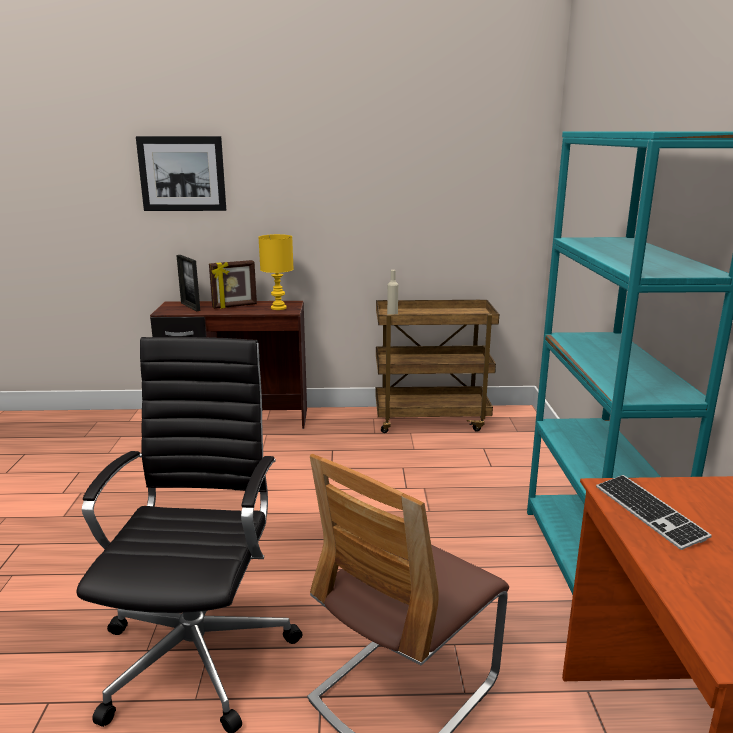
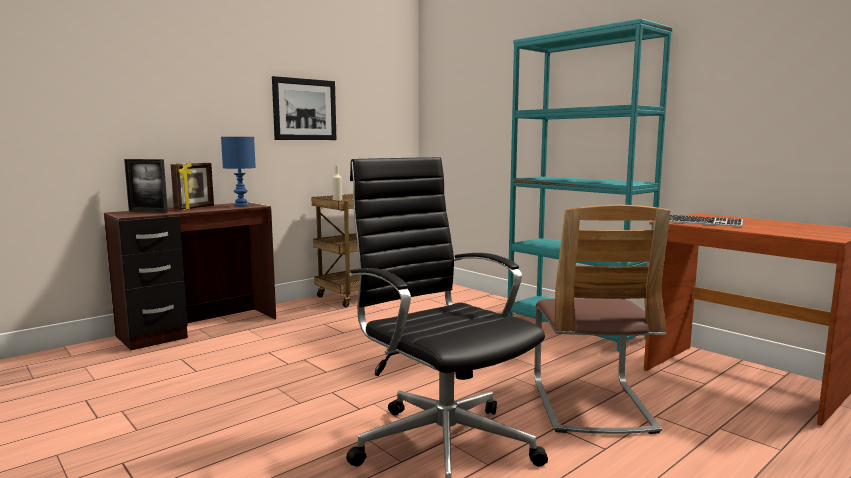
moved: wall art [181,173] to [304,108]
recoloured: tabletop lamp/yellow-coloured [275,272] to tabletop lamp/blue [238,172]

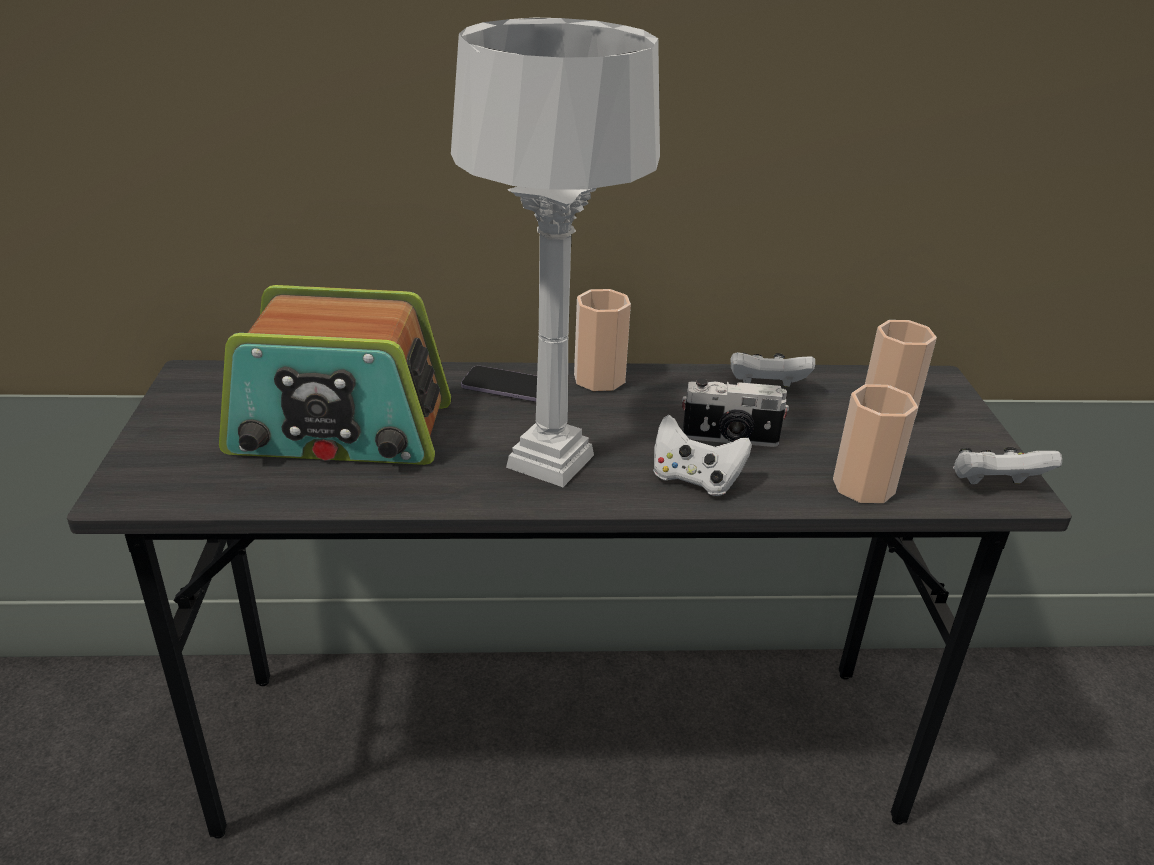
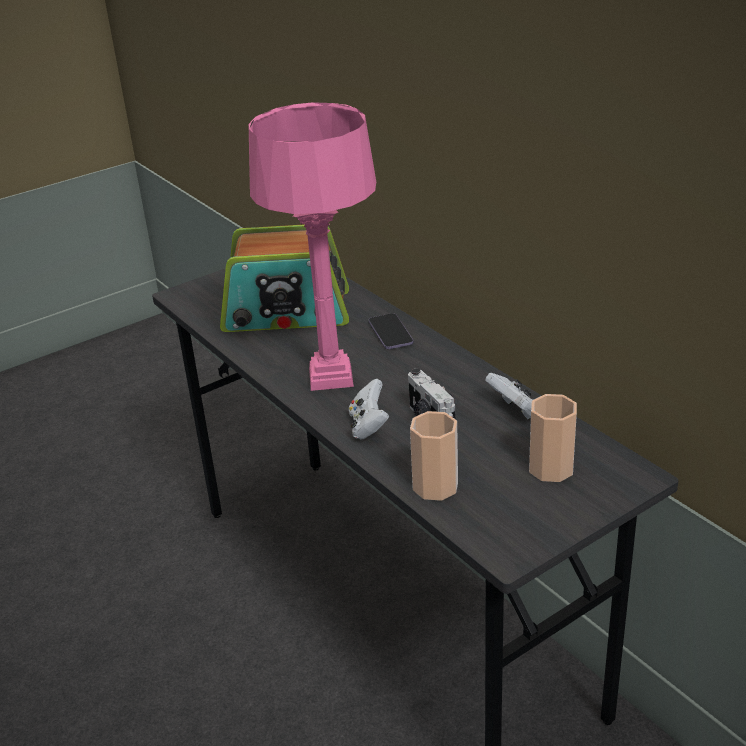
removed: drinking cup [602,340]; game controller/white-coloured [1007,466]
recoloured: tabletop lamp/gray [555,252] to tabletop lamp/pink-coloured [312,246]
turned: radio [335,375] = [284,278] 60 degrees counterclockwise

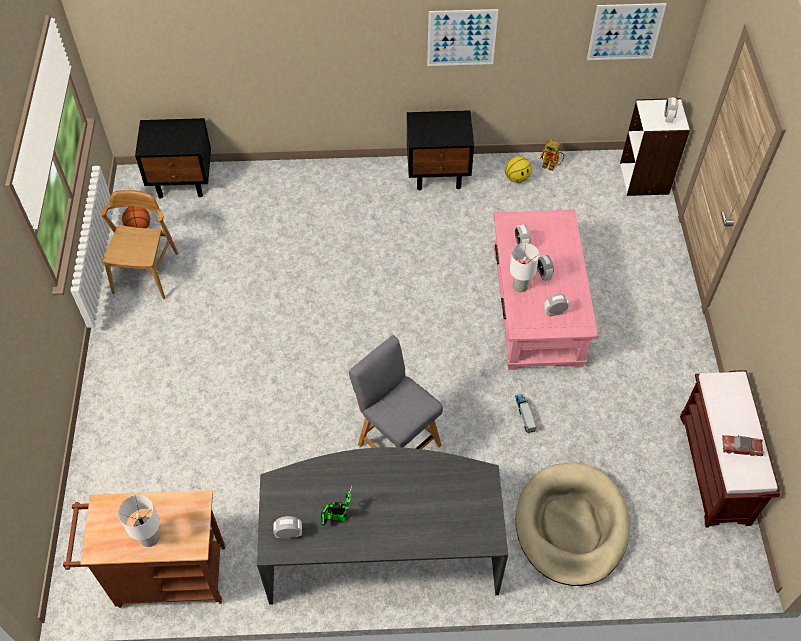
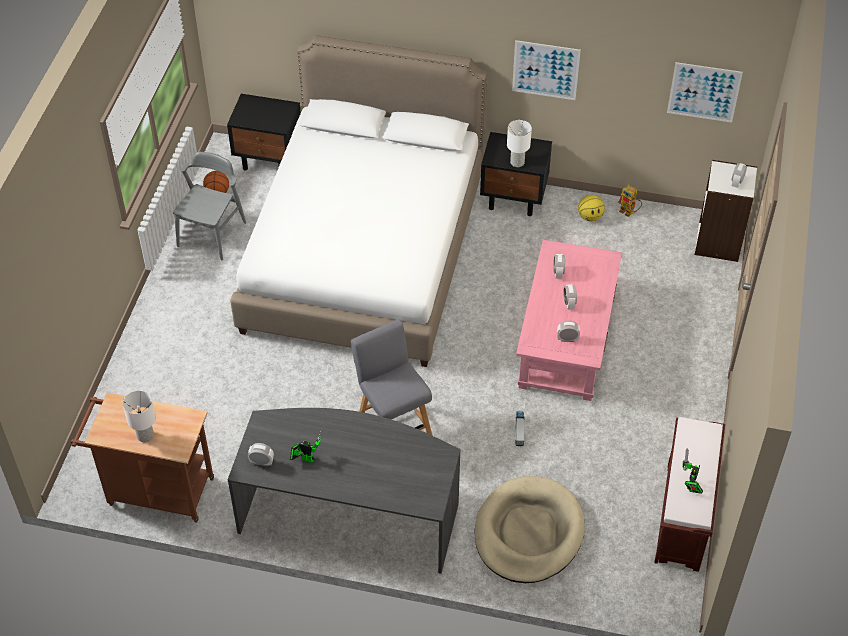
added: bed/white-coloured [358,201]
moved: tabletop lamp/white-coloured [524,267] to [519,143]
replaced: miniature car [743,445] to robot figure [692,471]
recoloured: chair/brown [139,244] to chair/gray [209,206]

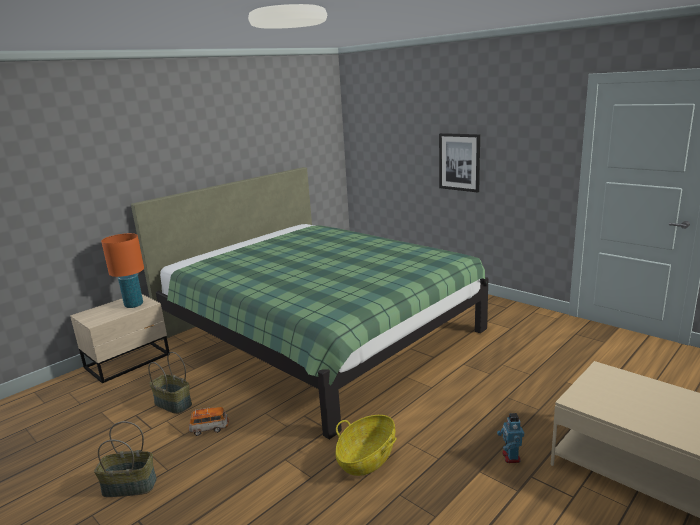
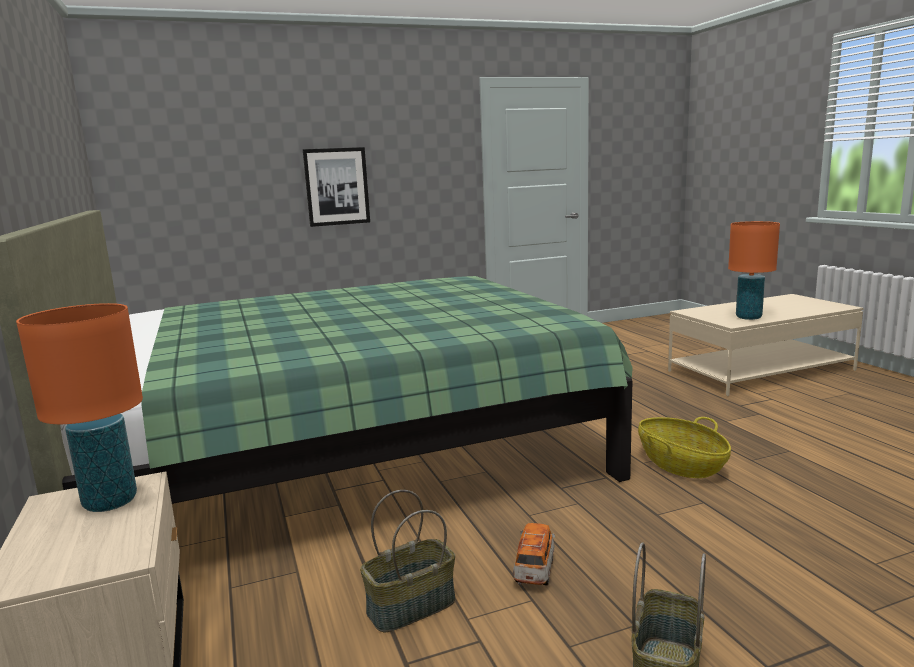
removed: robot figure [510,438]
added: tabletop lamp/orange-coloured [754,270]

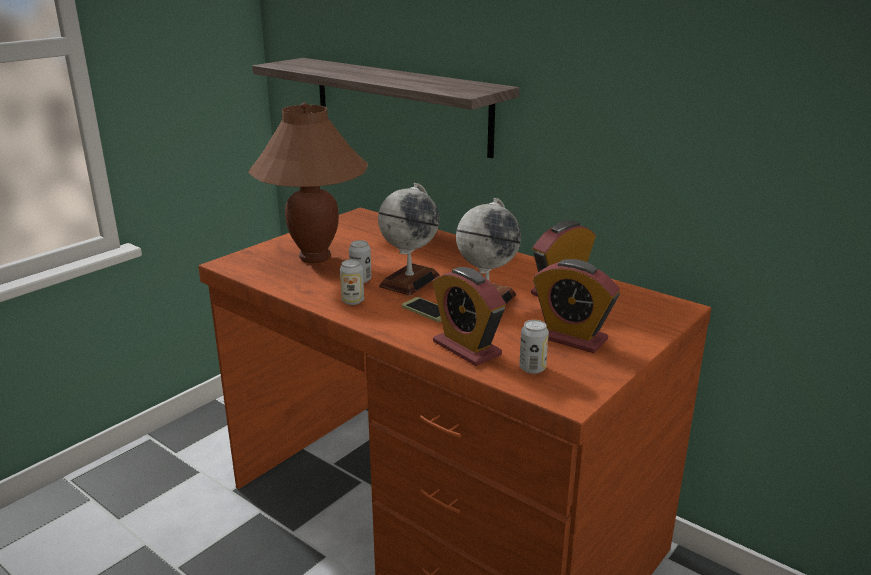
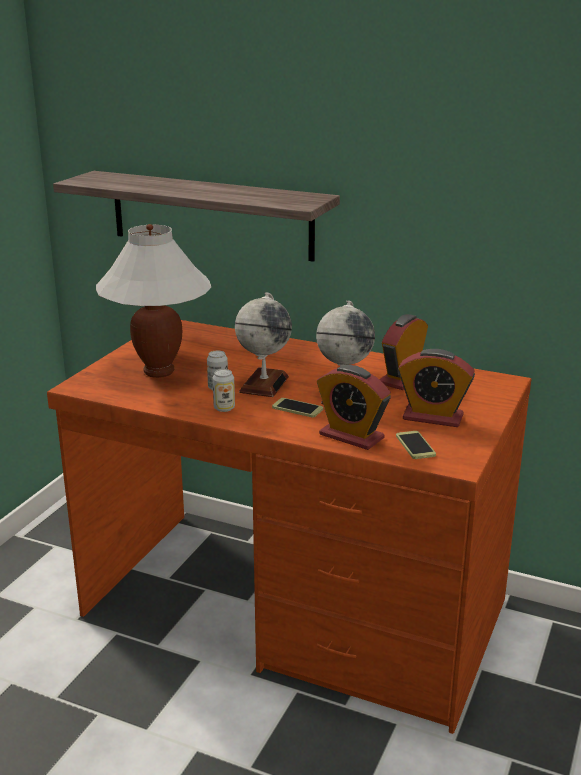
replaced: metal can [534,347] to telephone [416,445]
recoloured: tabletop lamp/brown [308,183] to tabletop lamp/white-coloured [153,301]

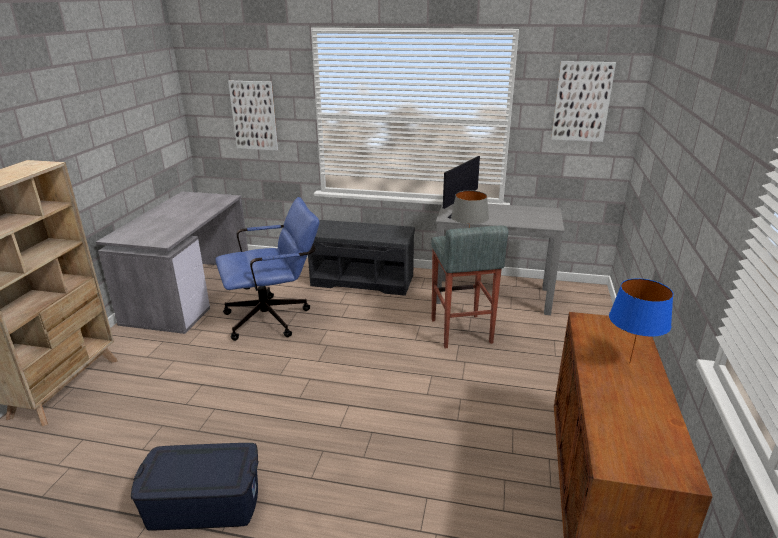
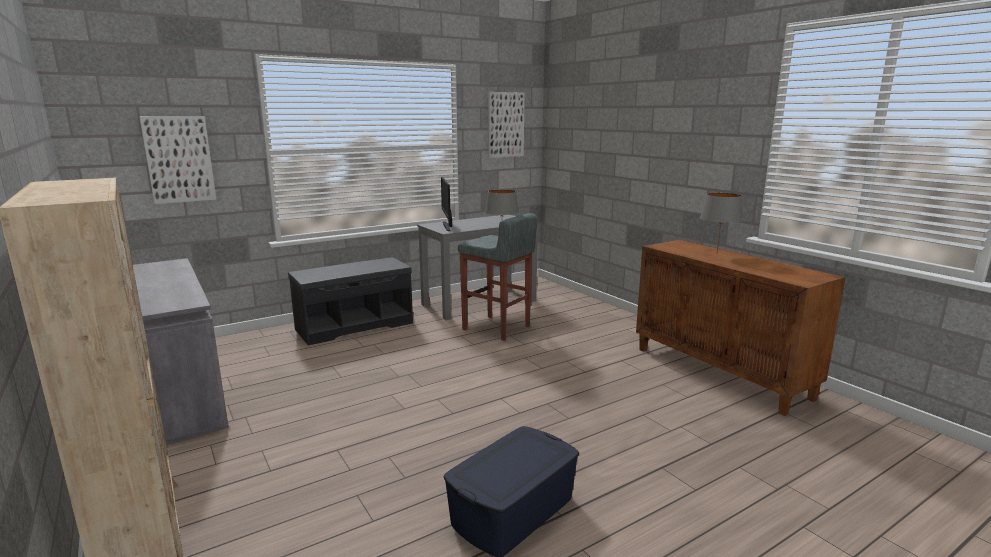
removed: computer chair/blue [267,269]
recoloured: tabletop lamp/blue [641,321] to tabletop lamp/gray [721,223]

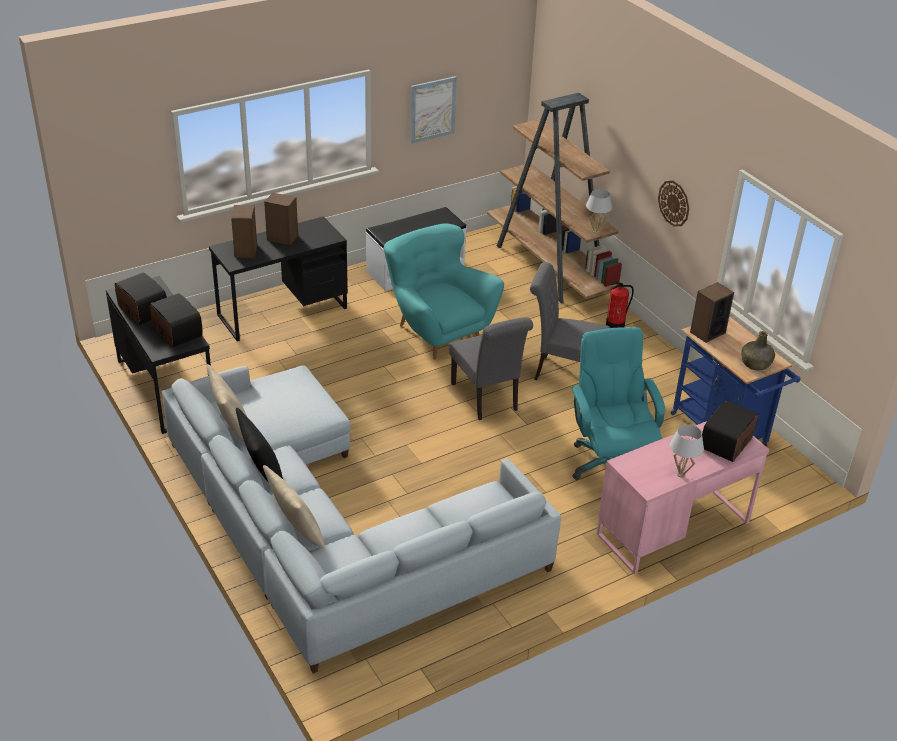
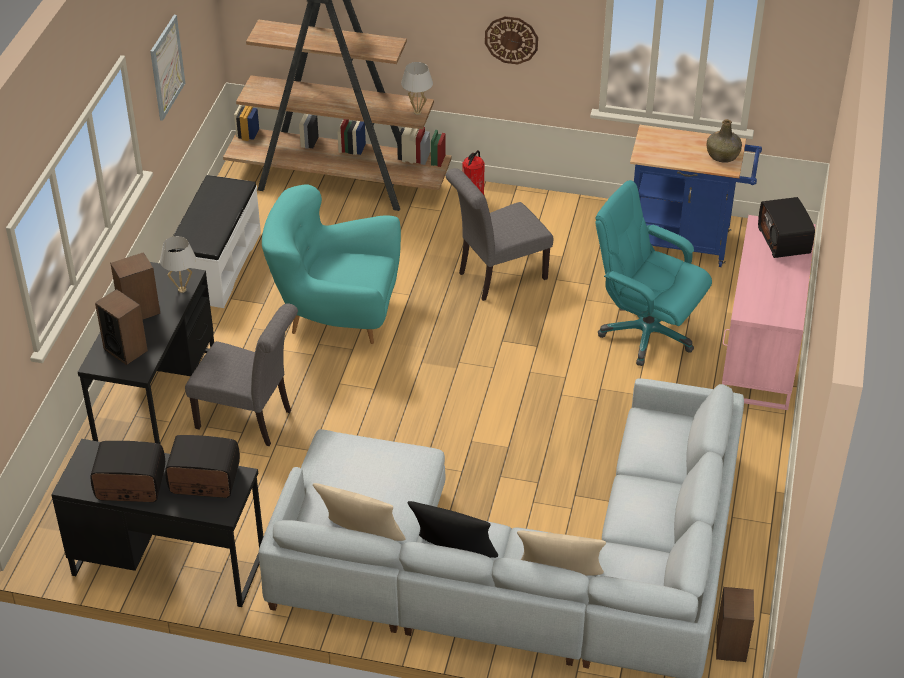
moved: speaker [712,312] to [735,624]; chair/gray [491,368] to [241,374]; tabletop lamp/white-coloured [687,450] to [178,264]

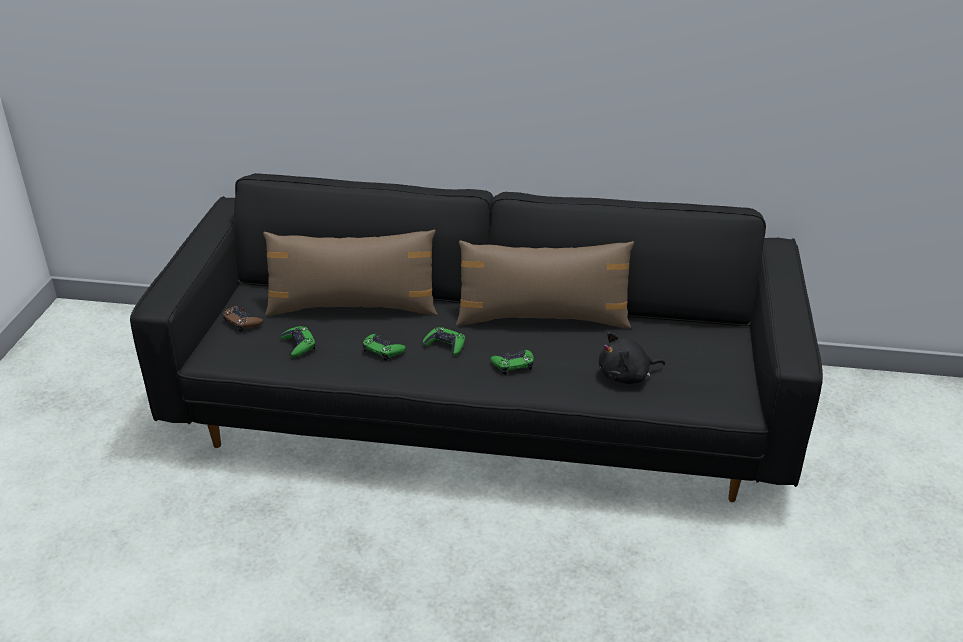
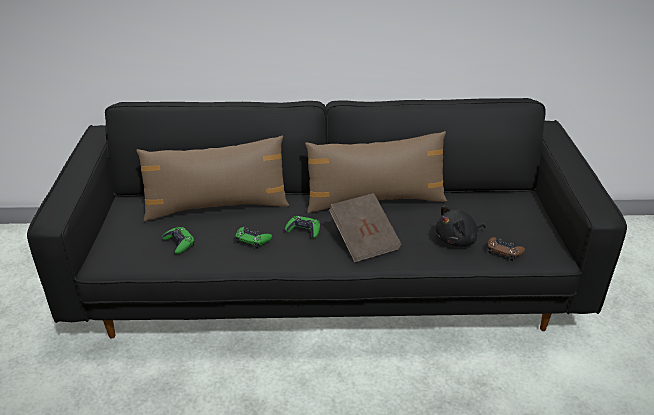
moved: game controller/brown [242,319] to [506,249]
replaced: game controller/greenish [512,362] to bound book/brown [365,228]

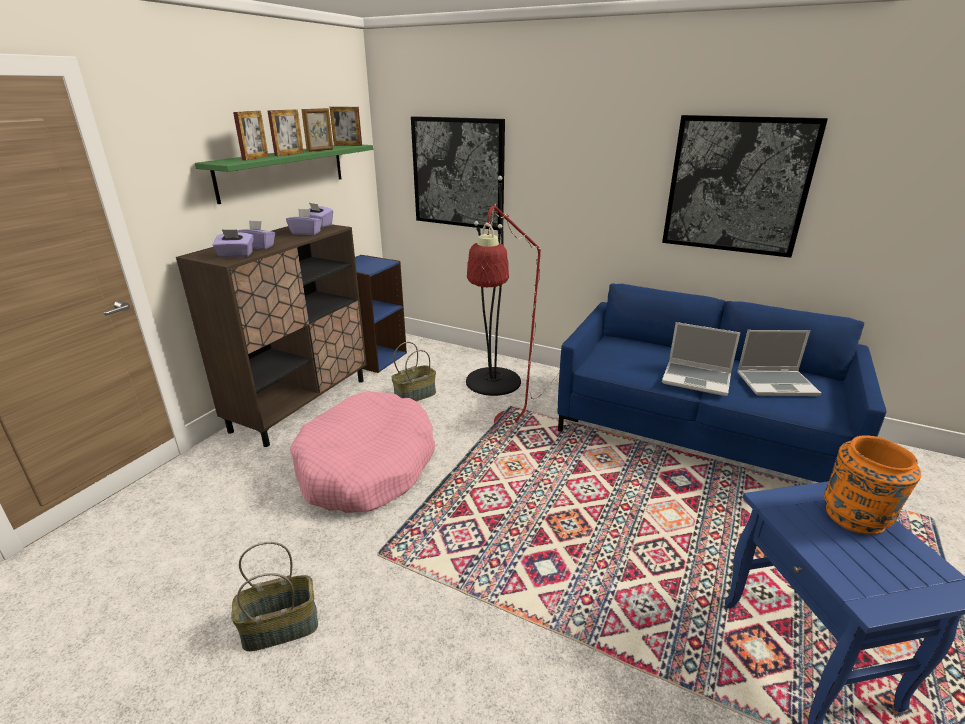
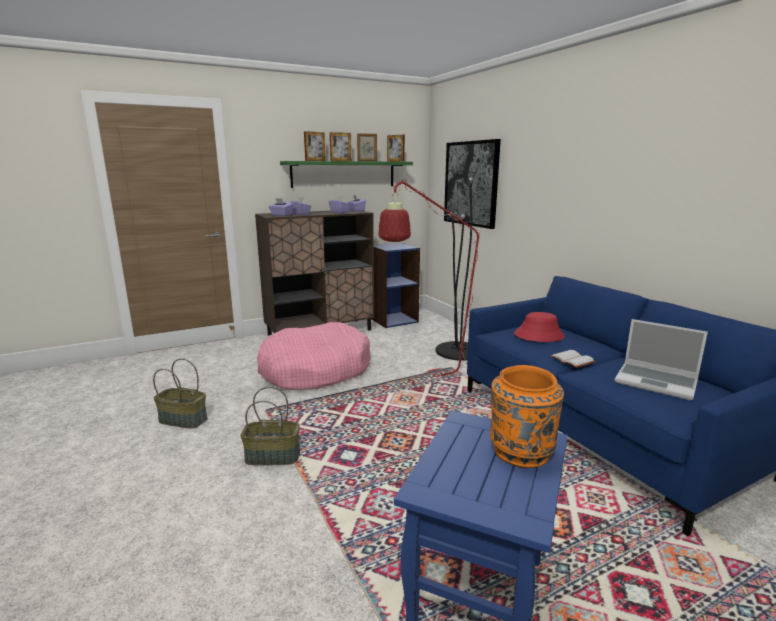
removed: wall art [745,186]
added: hat/red [539,327]
moved: basket [413,372] to [270,426]
replaced: portable computer [701,359] to bound book/white-coloured [573,359]

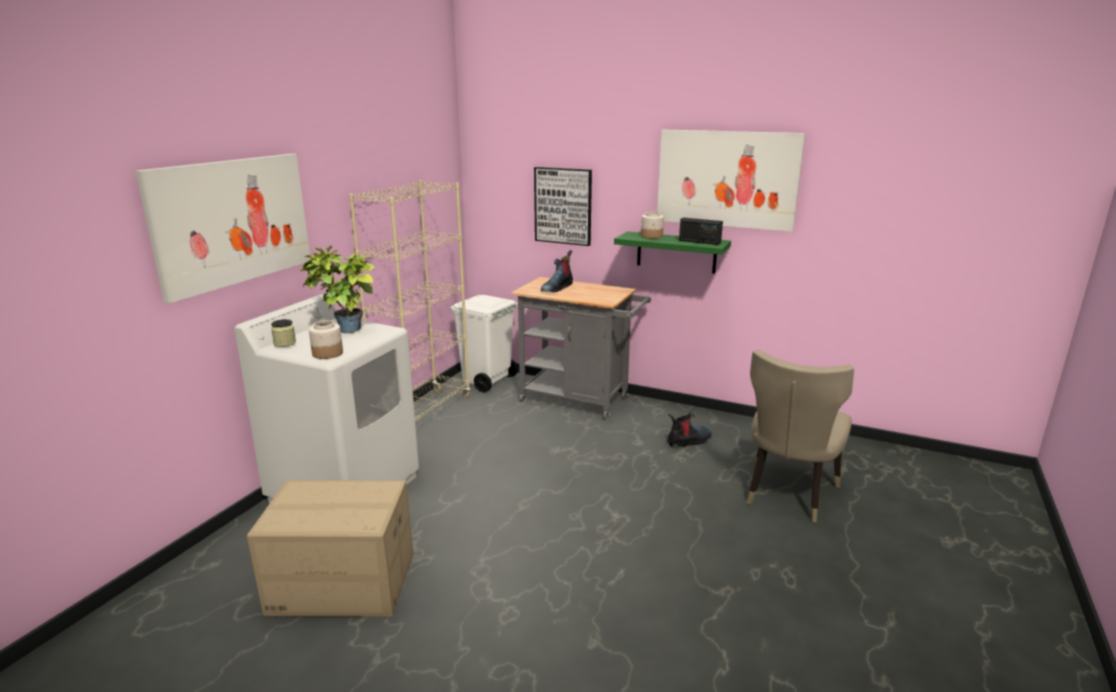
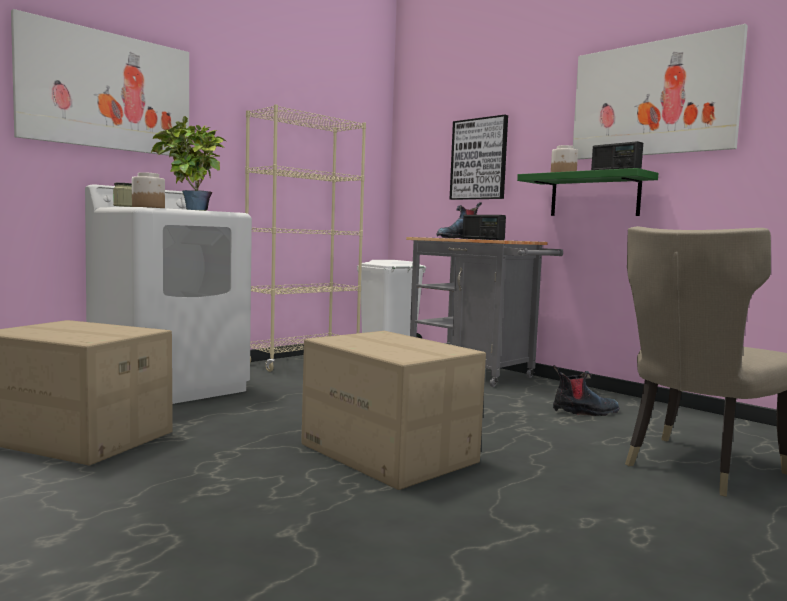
added: radio [484,227]; carton [393,410]

